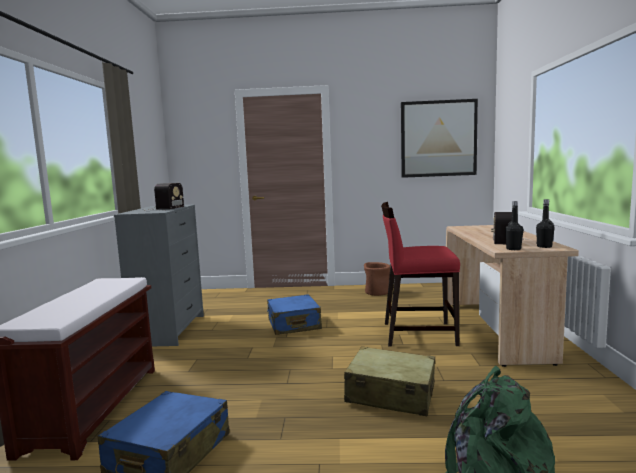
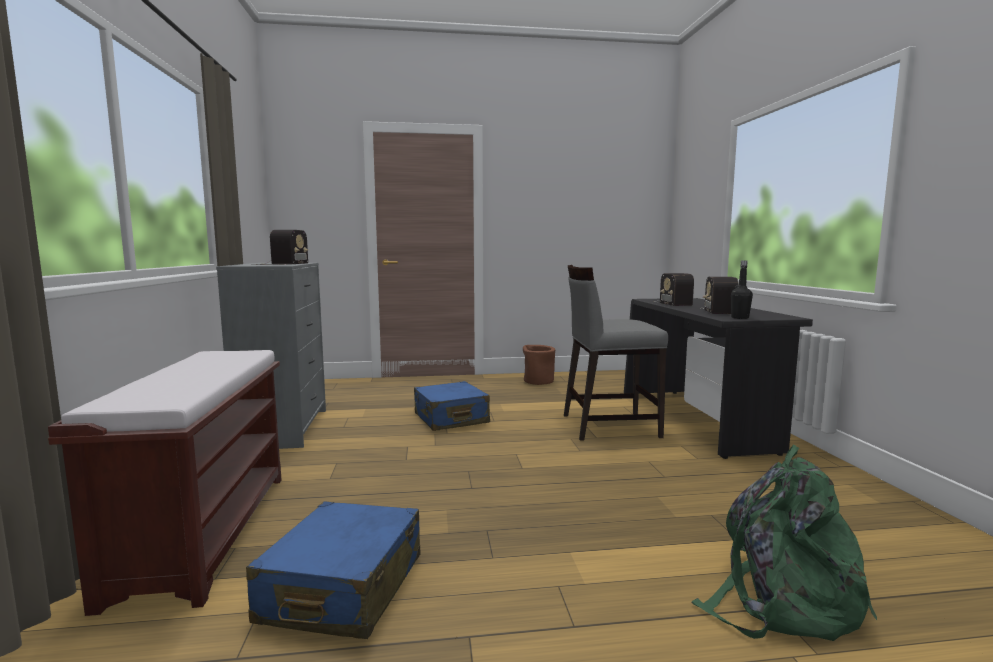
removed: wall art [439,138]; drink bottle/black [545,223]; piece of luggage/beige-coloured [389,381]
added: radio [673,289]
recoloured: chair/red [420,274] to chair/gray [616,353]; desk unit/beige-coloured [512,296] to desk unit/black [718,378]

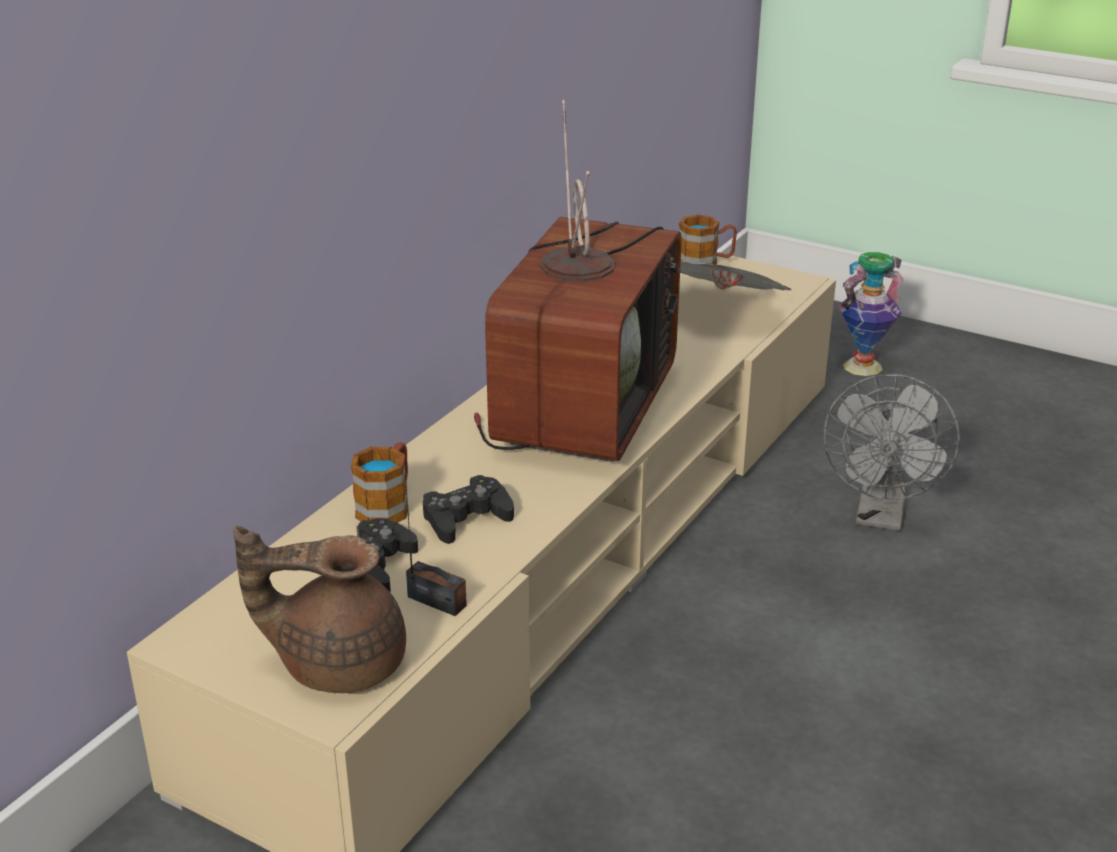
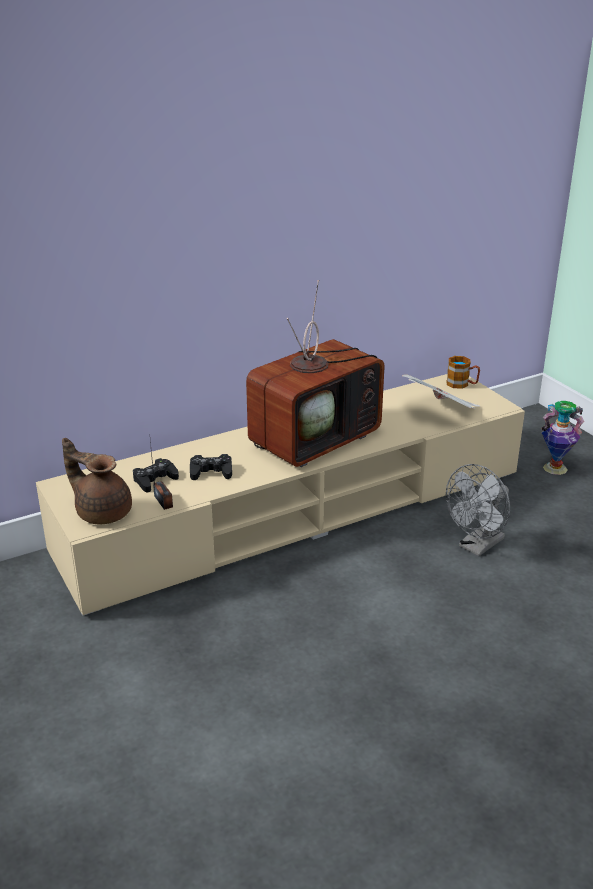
removed: tea mug [379,482]

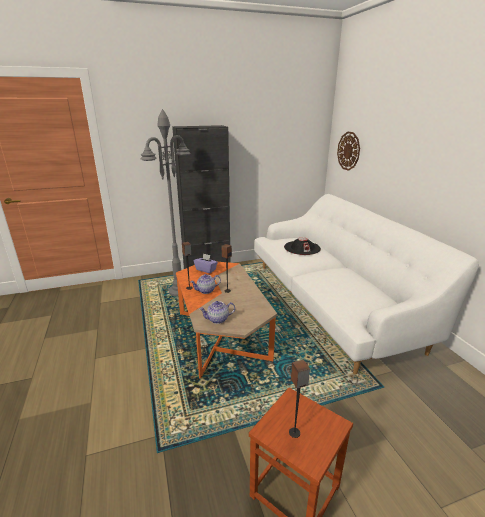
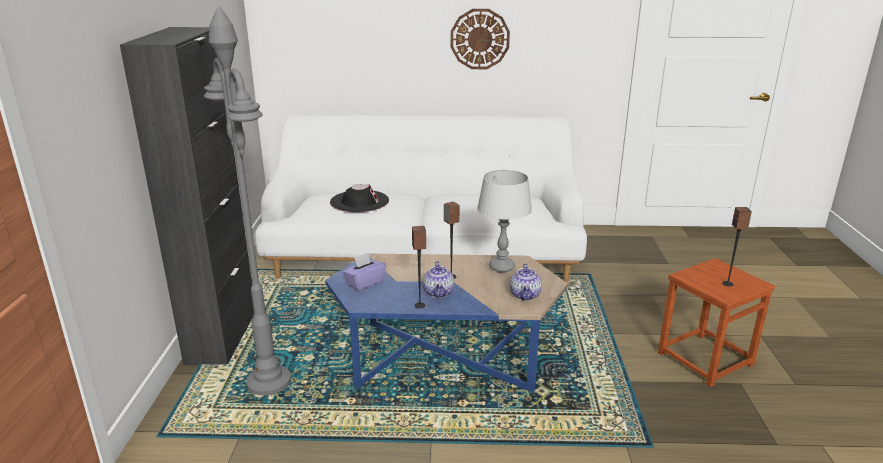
added: tabletop lamp/gray [504,221]
moved: clock on the wall [348,151] to [480,39]
recoloured: lounge table/orange-coloured [226,320] to lounge table/blue [446,323]

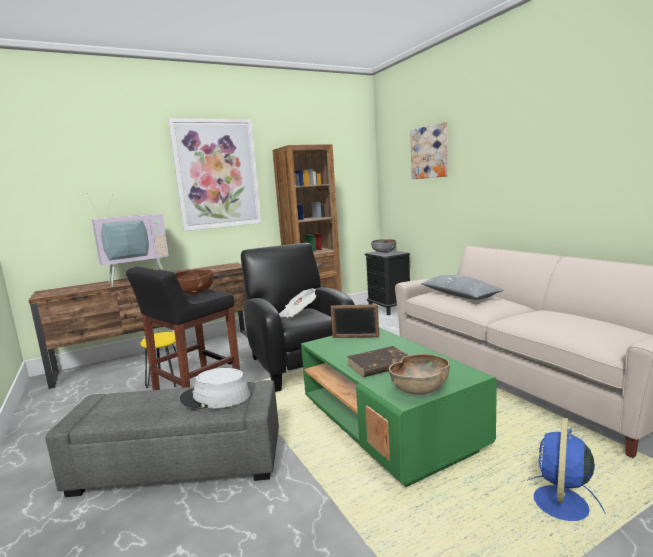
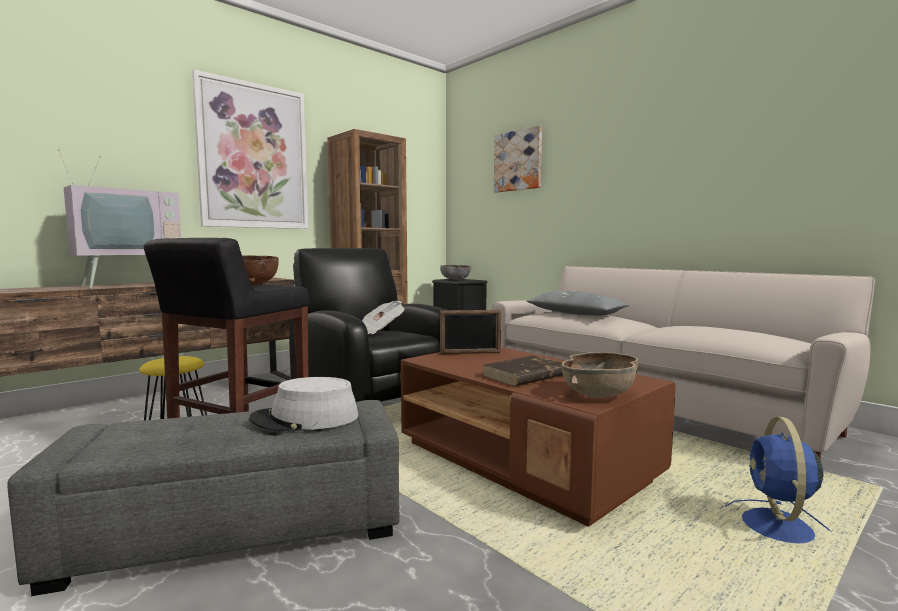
recoloured: lounge table/greenish [399,407] to lounge table/brown [538,437]

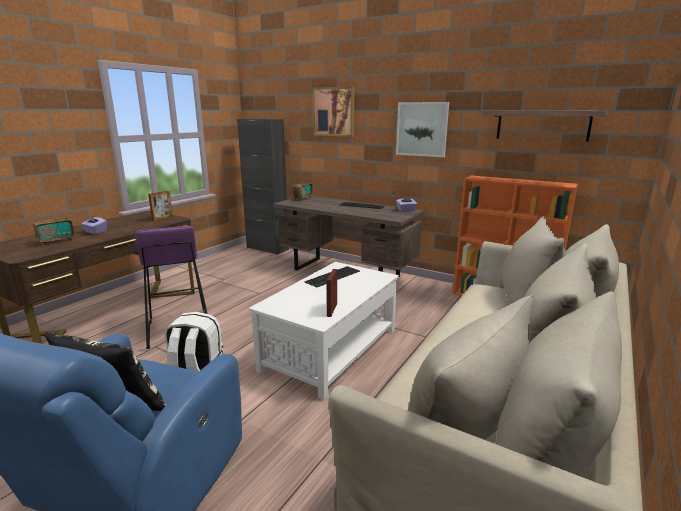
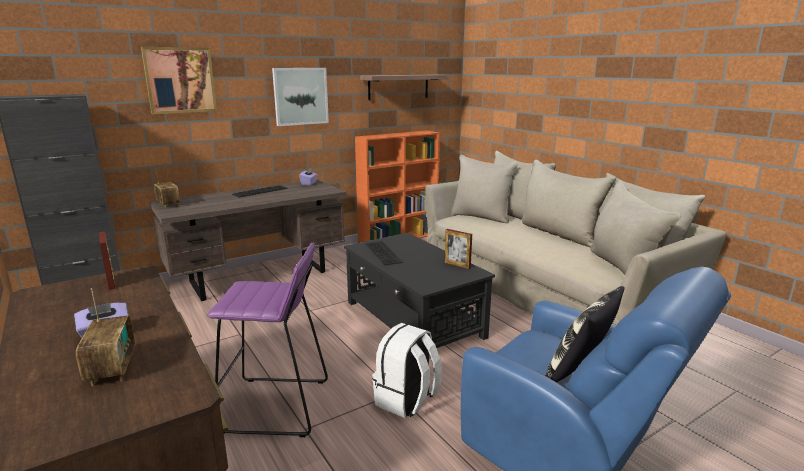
recoloured: lounge table/white-coloured [324,331] to lounge table/black [419,290]

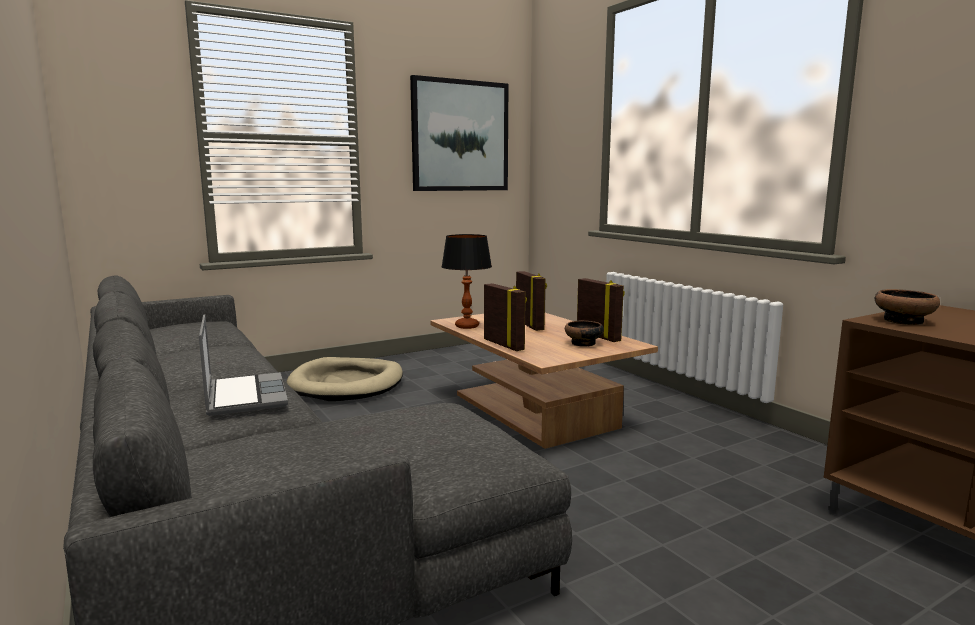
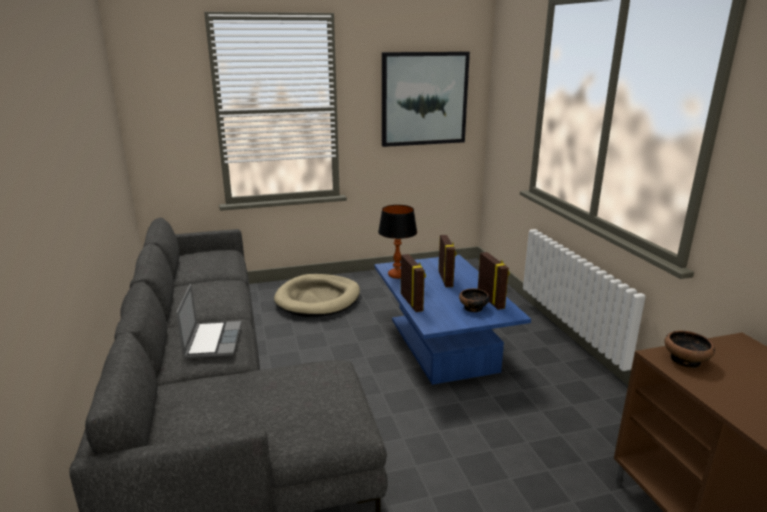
recoloured: lounge table/brown [544,381] to lounge table/blue [453,320]

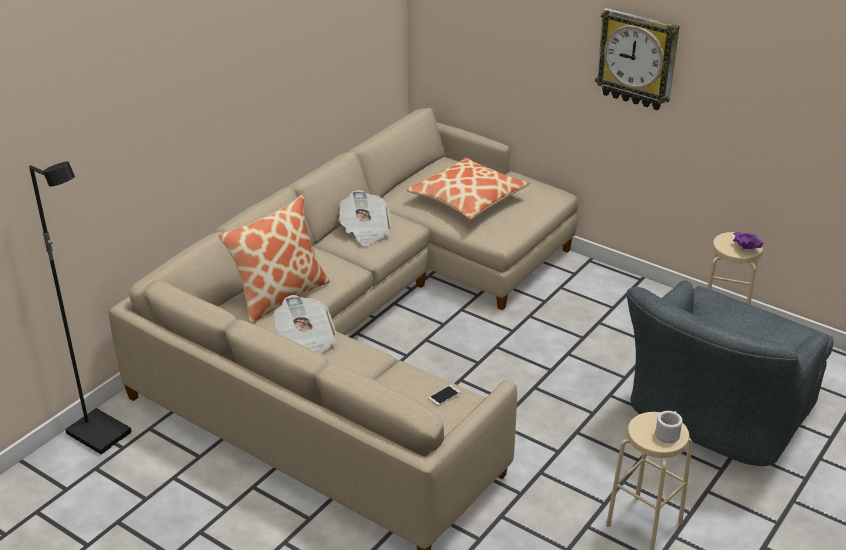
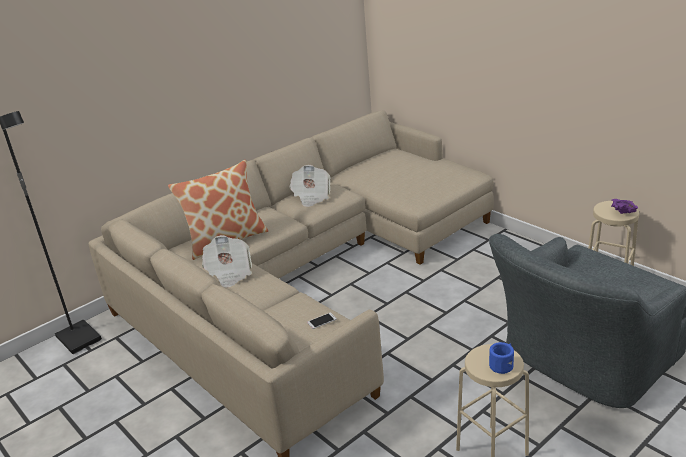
removed: clock on the wall [637,59]; pillow [468,188]
recoloured: tea mug/white-coloured [669,427] to tea mug/blue [501,358]

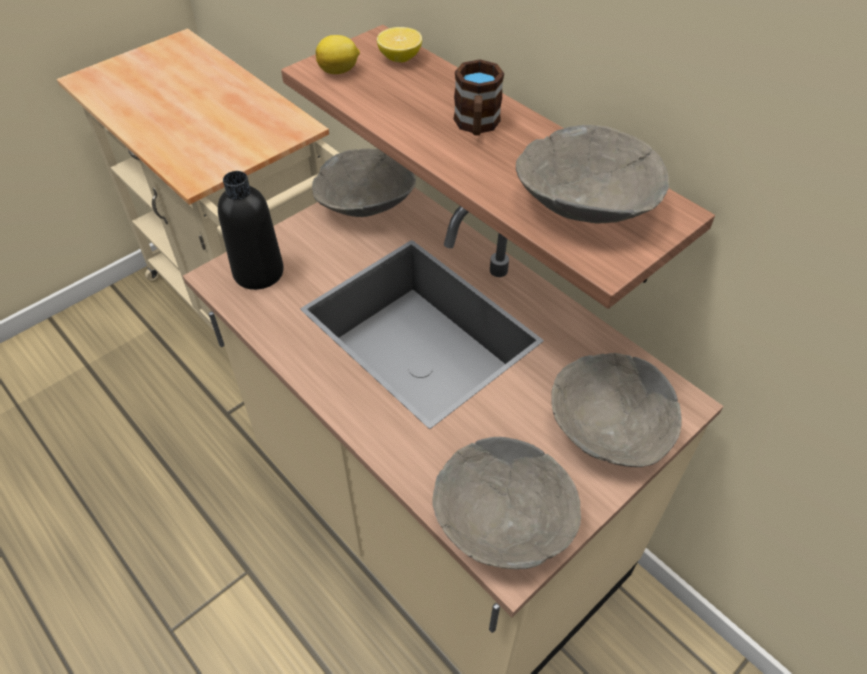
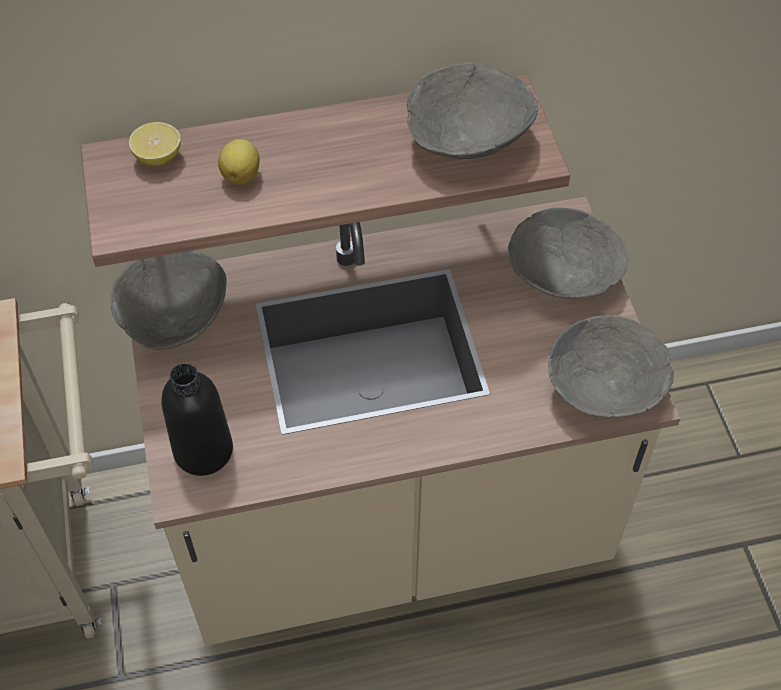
removed: tea mug/brown [479,97]
moved: whole lemon [338,54] to [239,162]

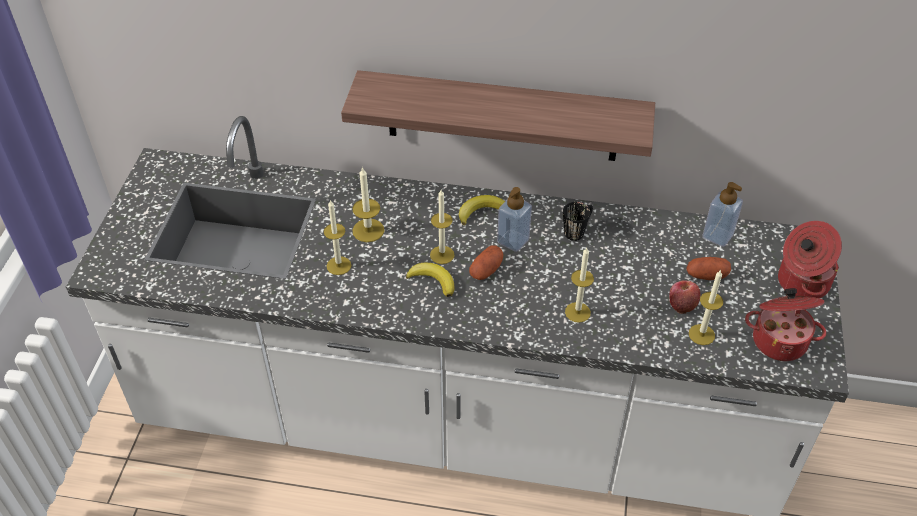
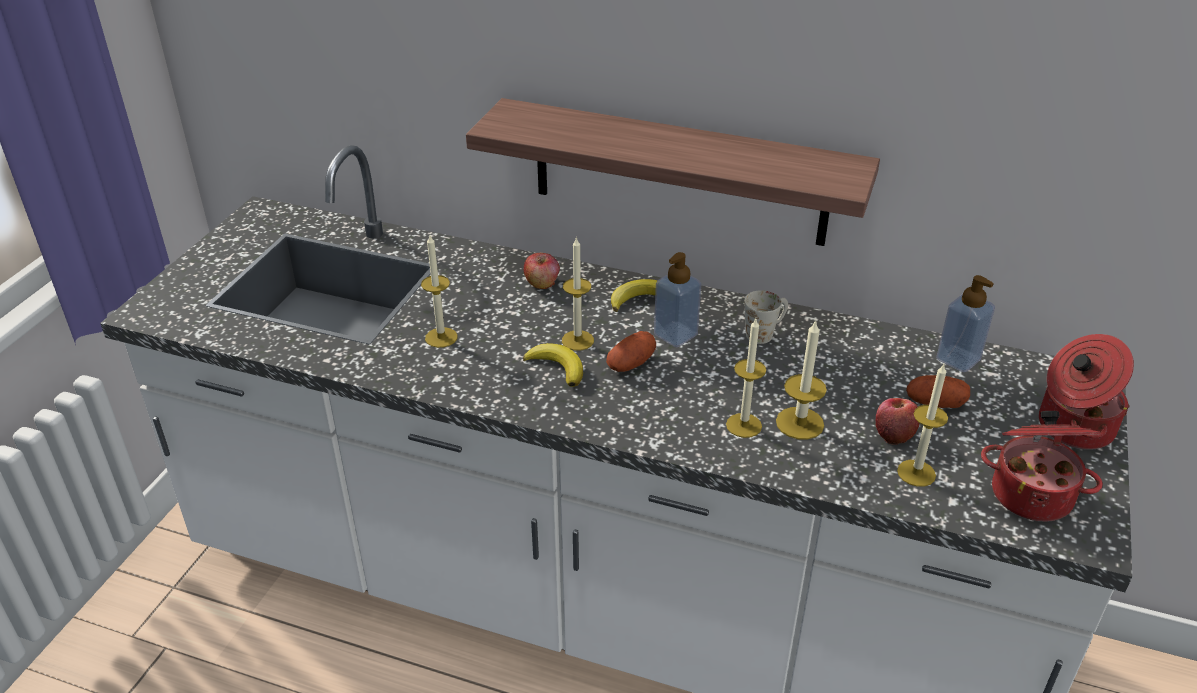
added: whole apple [542,271]
moved: candle [368,204] to [801,380]
recoloured: tea mug/black [578,221] to tea mug/white-coloured [766,317]

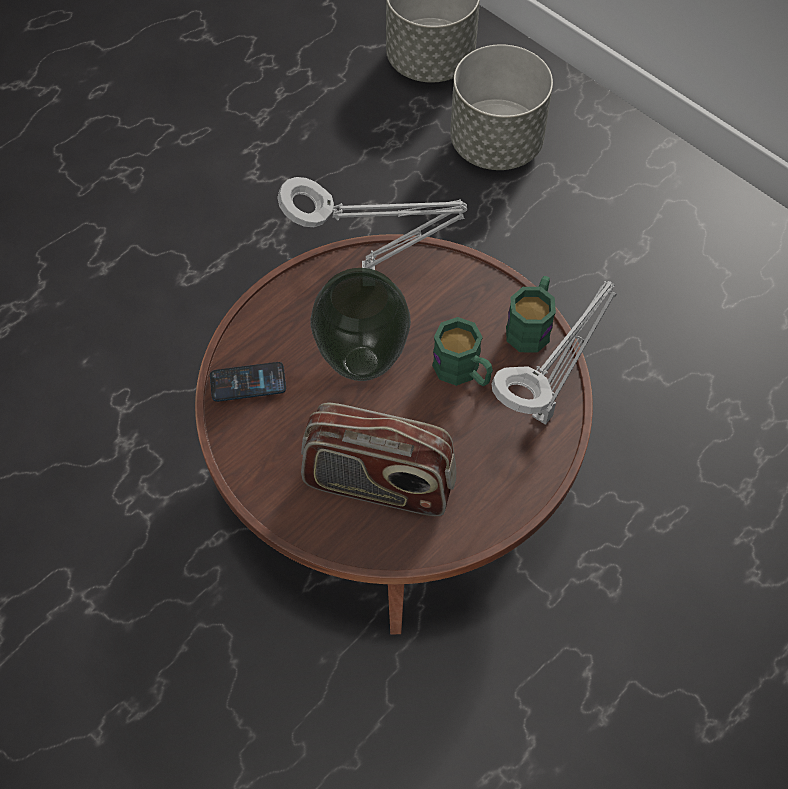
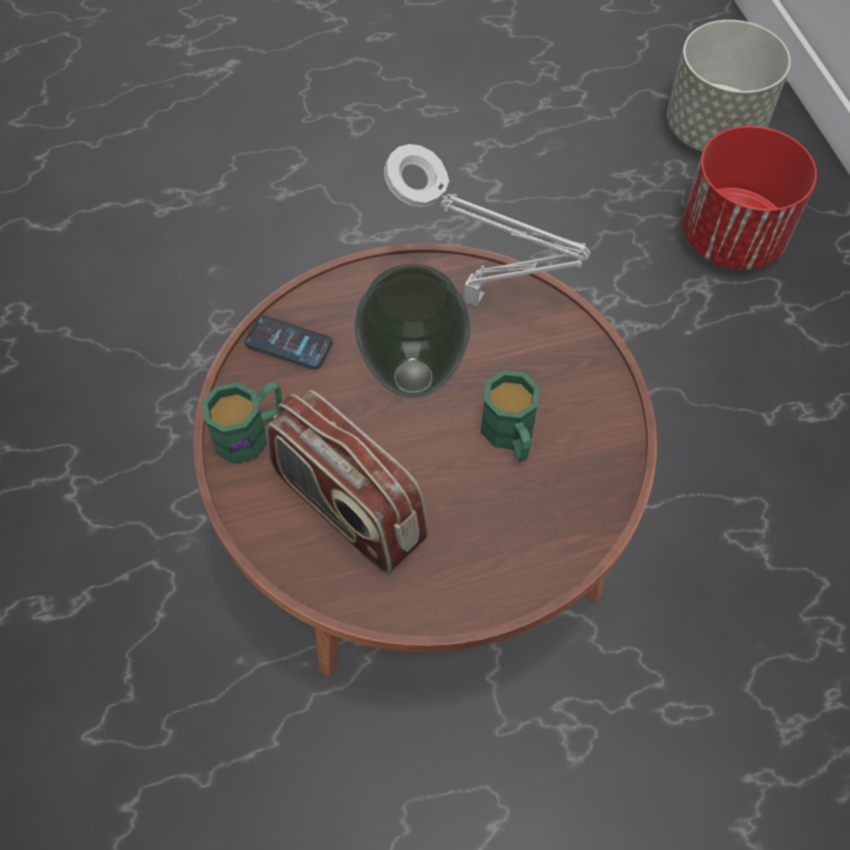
removed: tabletop lamp/gray [554,353]
moved: tea mug/greenish [531,314] to [242,422]
recoloured: plant pot/gray [501,107] to plant pot/red [749,197]

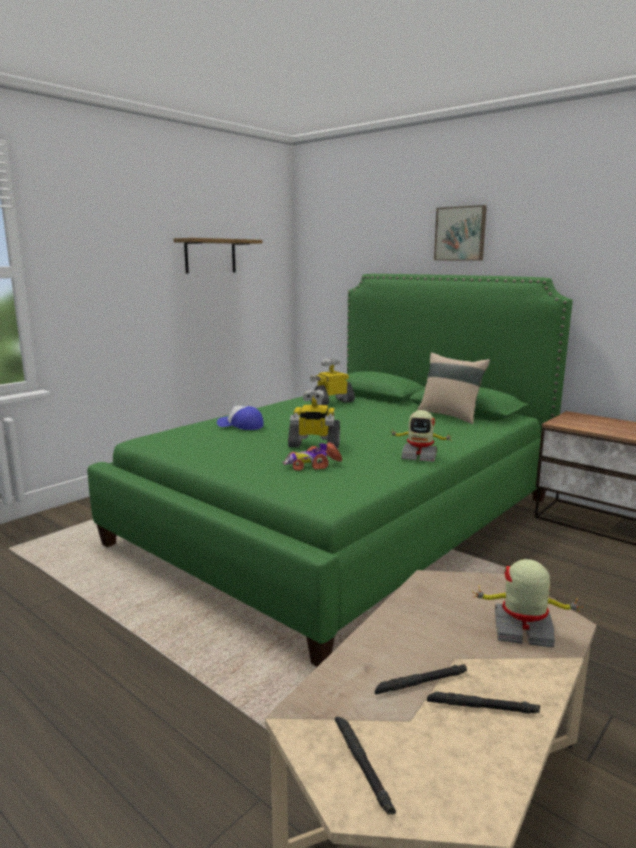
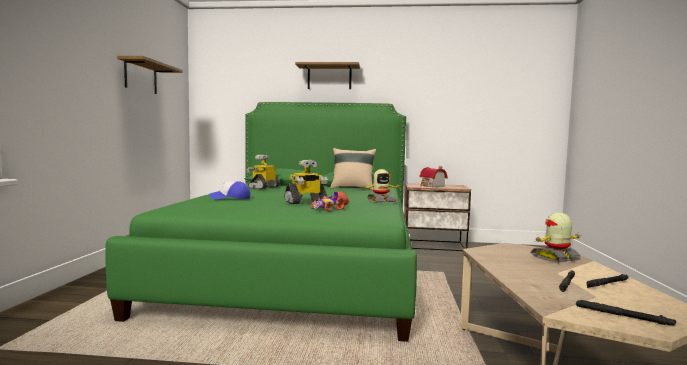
added: model house [433,177]
replaced: wall art [460,232] to bracket shelf [327,75]

